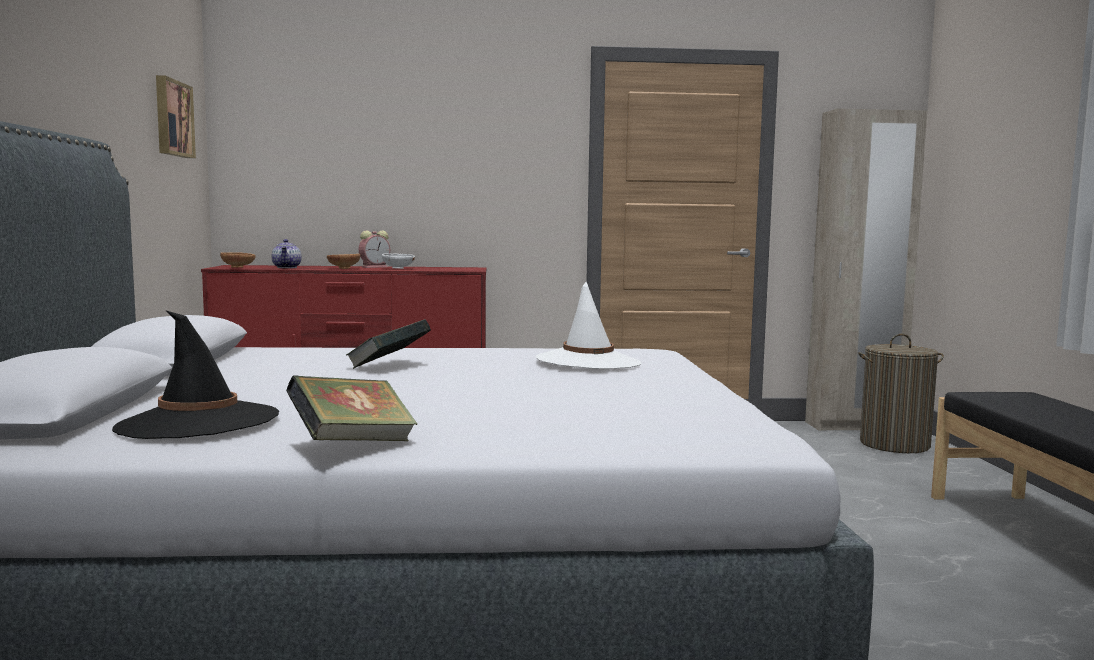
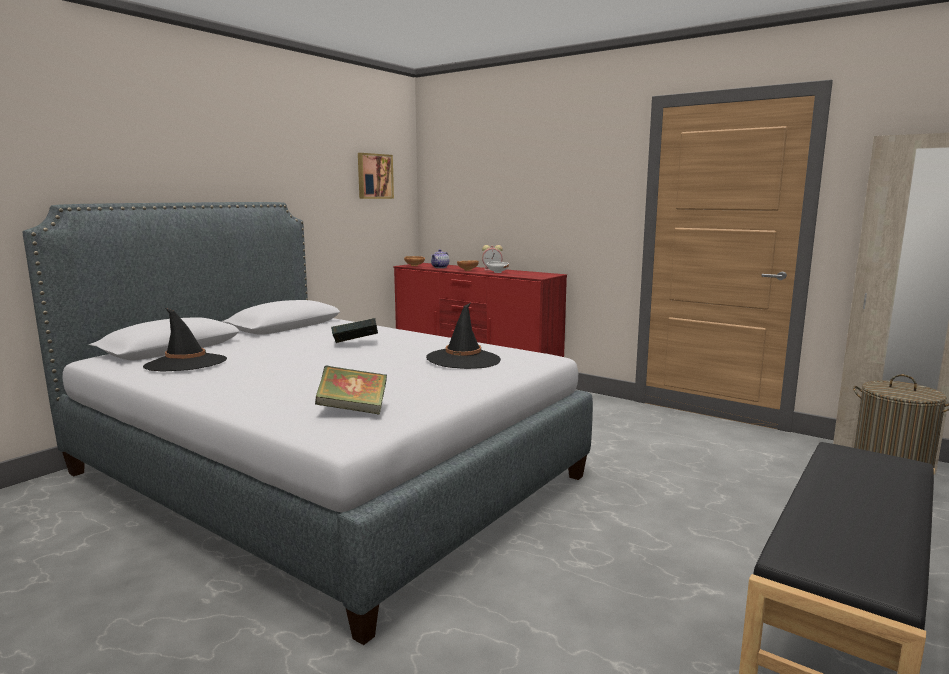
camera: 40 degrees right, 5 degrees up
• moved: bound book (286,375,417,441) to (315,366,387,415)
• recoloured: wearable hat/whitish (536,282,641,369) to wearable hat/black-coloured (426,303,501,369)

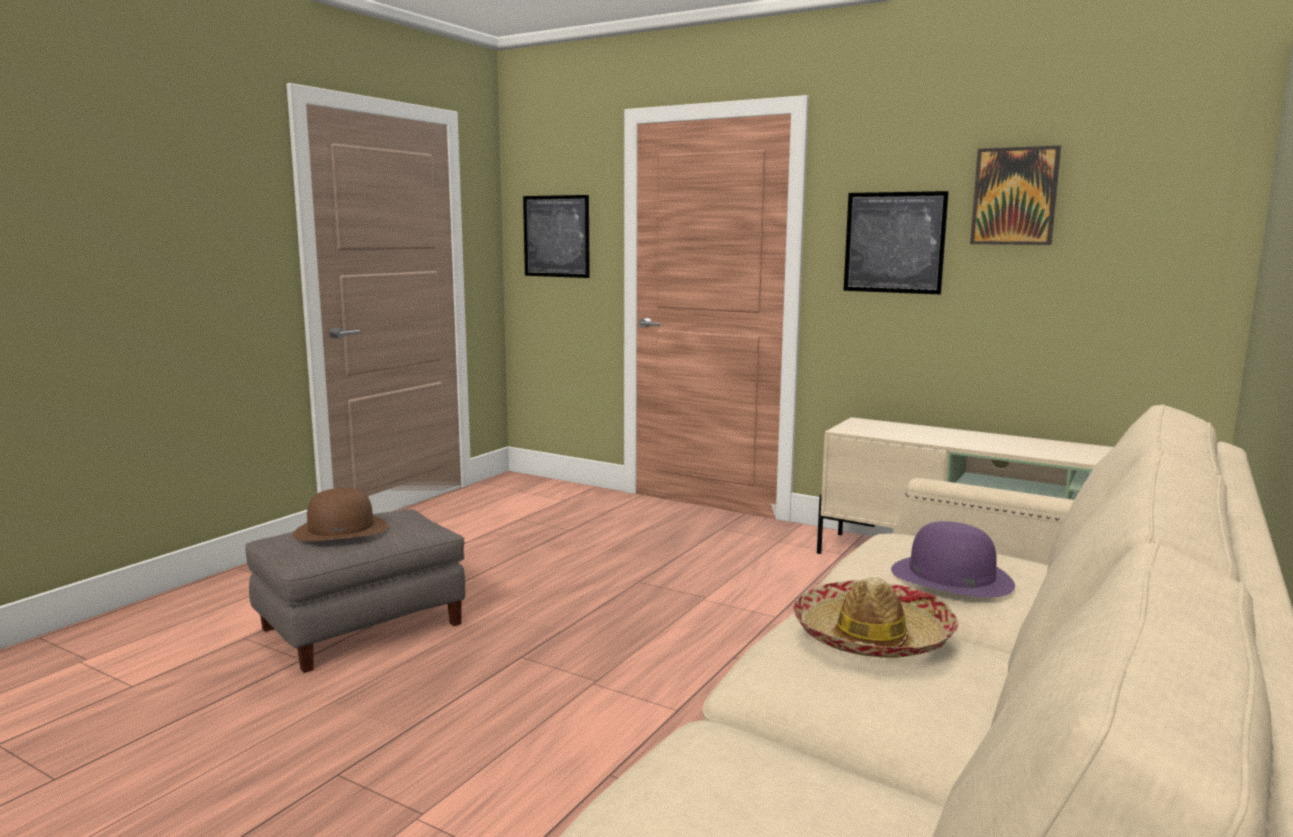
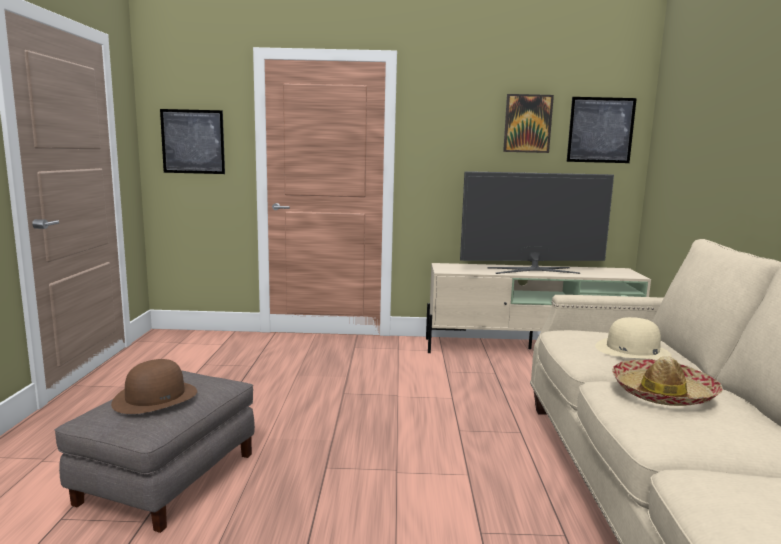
camera: 30 degrees left, 0 degrees up
• moved: wall picture (843,191,949,294) to (567,97,637,163)
• recoloured: wearable hat/purple-coloured (891,521,1015,597) to wearable hat/beige (595,317,672,359)
• added: television (460,171,614,274)

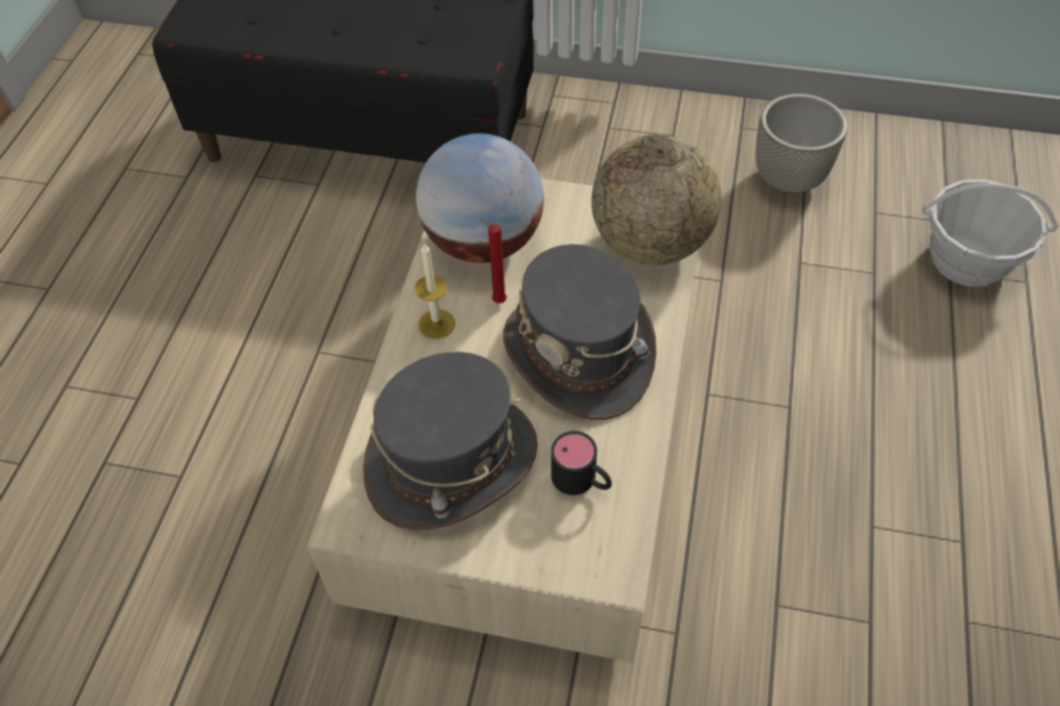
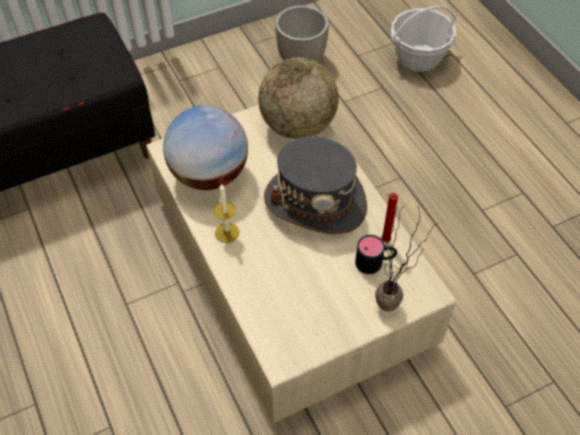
camera: 40 degrees left, 0 degrees up
• removed: wearable hat/greyish (363,352,538,530)
• moved: wax light/red (480,218,507,303) to (381,193,398,242)
• added: plant in a pot (375,205,439,311)

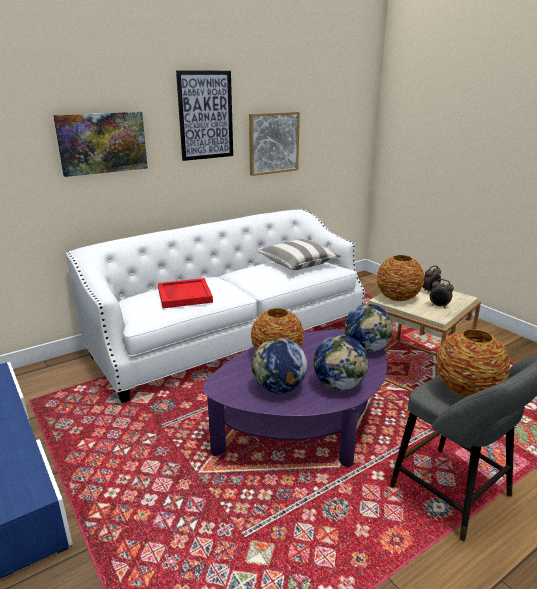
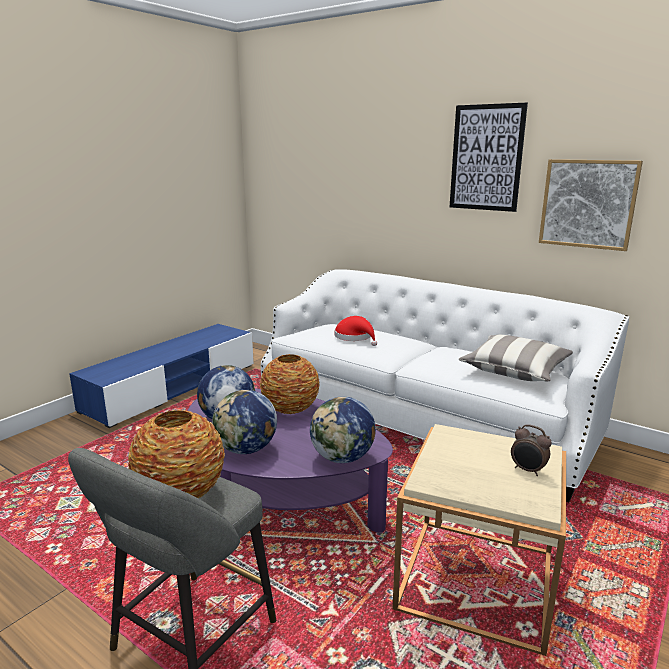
camera: 70 degrees right, 5 degrees down
• removed: wall picture (53,112,148,177)
• replaced: carrying tray/red (158,278,213,308) to wearable hat/red (334,316,377,346)
• removed: flower vase (377,255,424,301)
• removed: table clock (430,279,454,309)

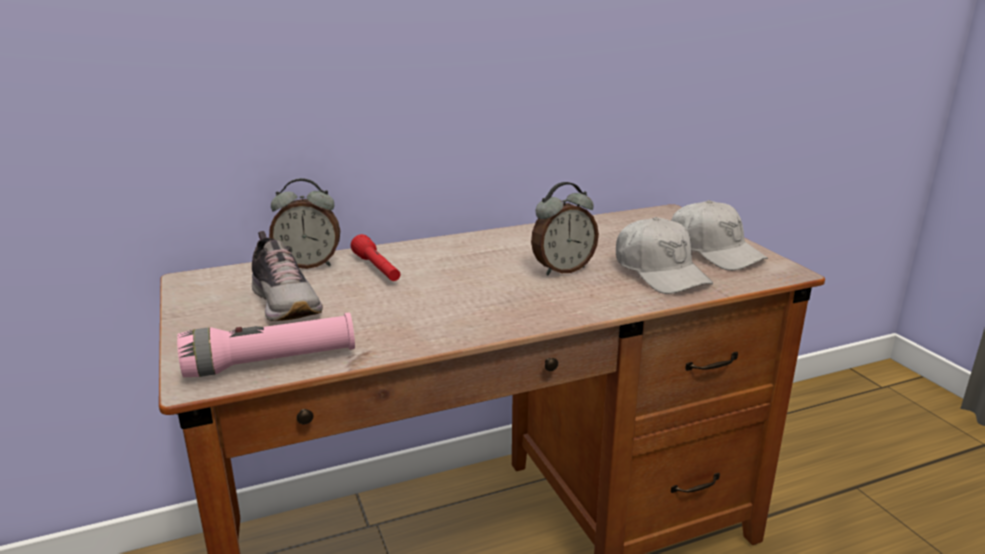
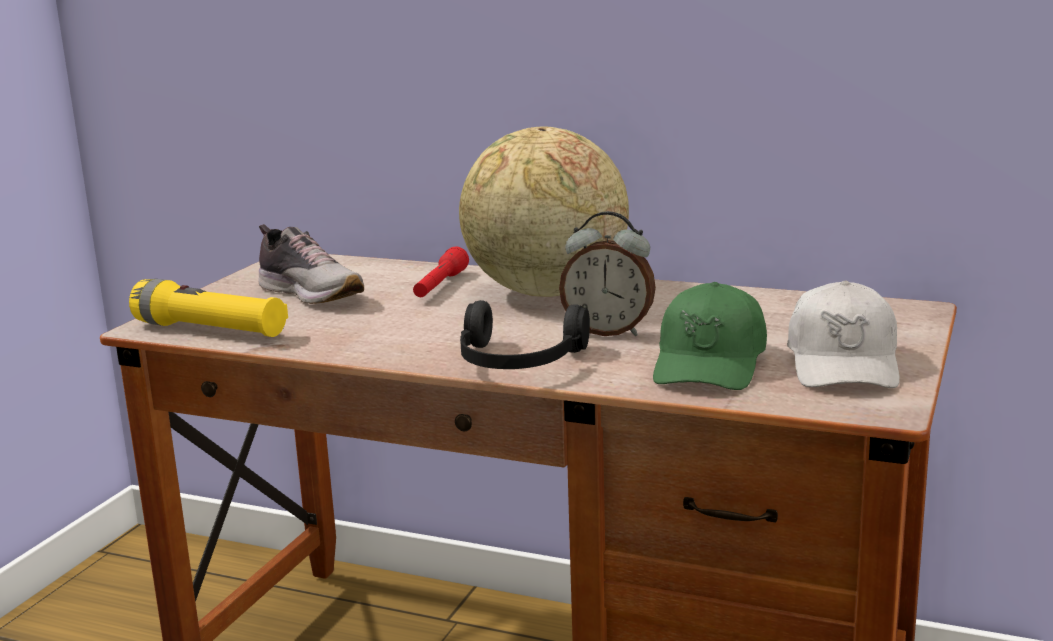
camera: 45 degrees right, 5 degrees down
• recoloured: flashlight/pinkish (177,313,355,377) to flashlight/yellow-coloured (129,279,288,337)
• turned: low shoe (252,231,323,321) = (258,224,364,304) 60 degrees counterclockwise
• removed: table clock (269,178,340,269)
• recoloured: peaked cap/whitish (616,217,713,294) to peaked cap/green (653,282,767,390)
• added: desk globe (459,127,629,297)
• added: pair of headphones/black-coloured (460,300,590,369)

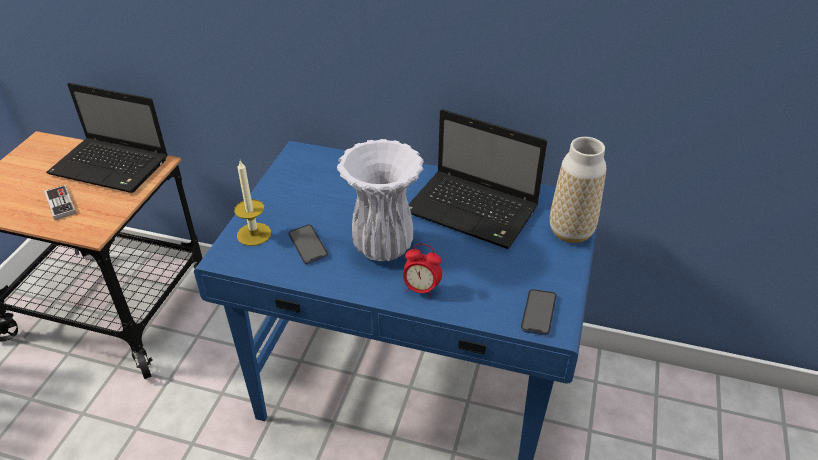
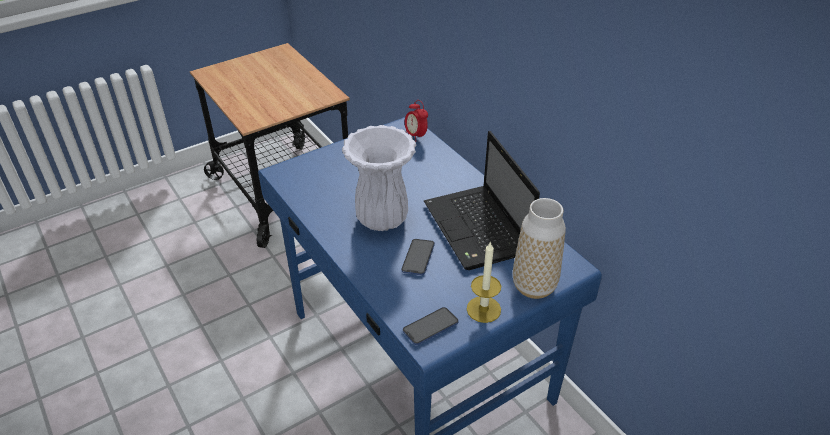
camera: 40 degrees right, 0 degrees up
• removed: gamepad (44,185,76,220)
• removed: portable computer (46,83,168,193)
• moved: wax light (234,161,271,246) to (467,241,501,323)
• moved: telephone (288,224,328,264) to (401,239,435,275)
• moved: table clock (403,244,442,298) to (405,100,428,142)

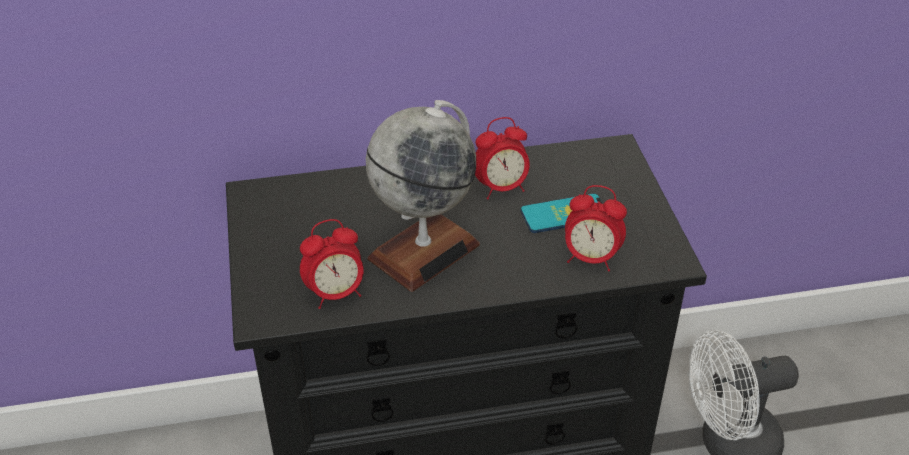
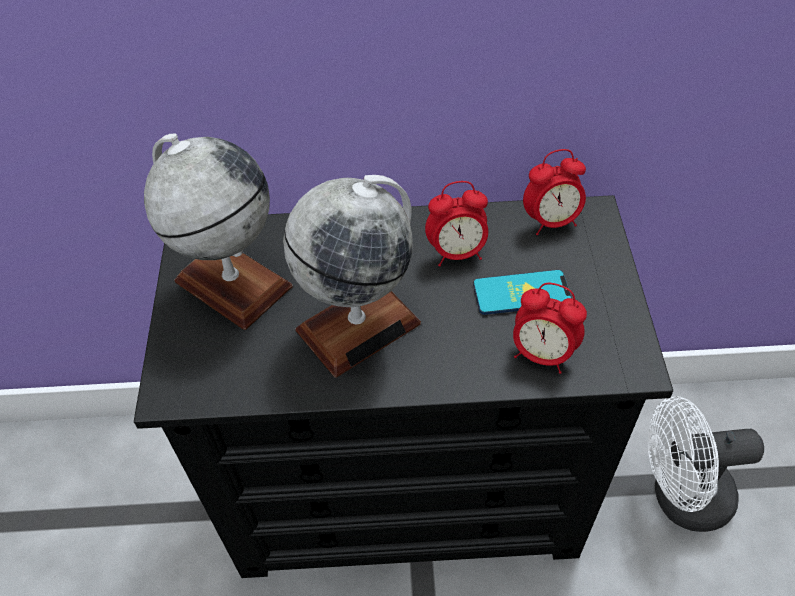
camera: 10 degrees right, 10 degrees up
• moved: table clock (300,219,363,309) to (523,149,586,235)
• added: desk globe (144,134,293,330)

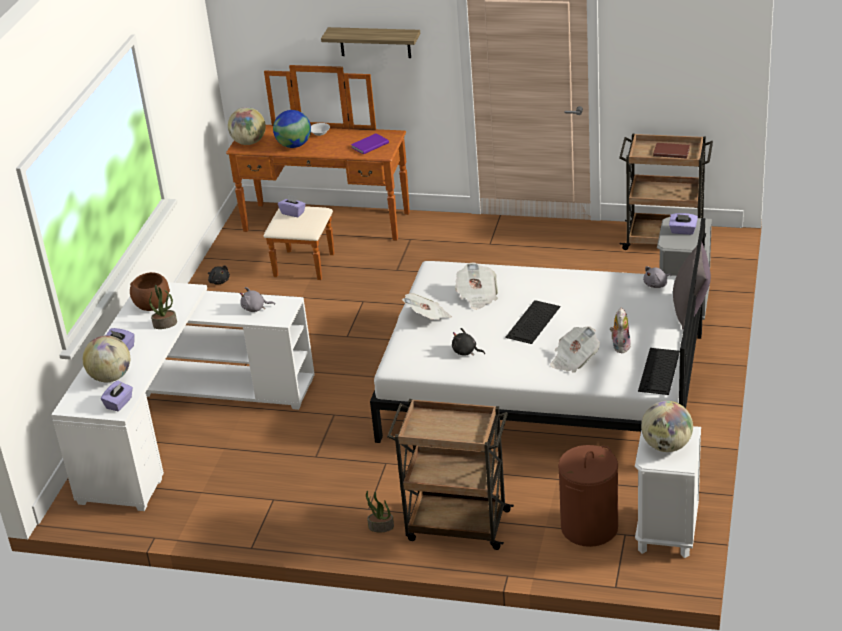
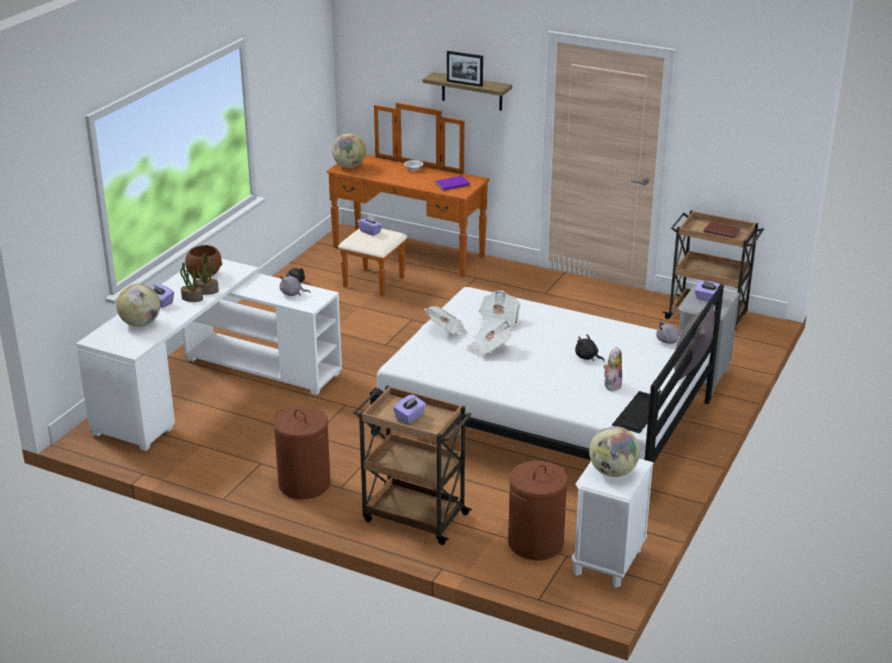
camera: 10 degrees right, 5 degrees down
• moved: box of tissues/purple-coloured (101,381,133,411) to (393,394,426,424)
• removed: desk globe (273,110,311,148)
• moved: plant in a pot (366,491,394,532) to (180,262,203,302)
• moved: cuddly toy/black-coloured (452,328,485,356) to (575,334,604,361)
• removed: keyboard (505,300,561,344)
• moved: daily paper (551,327,600,373) to (466,320,512,357)
• added: washing basket/brownish (273,406,331,499)
• added: picture frame (447,51,483,87)

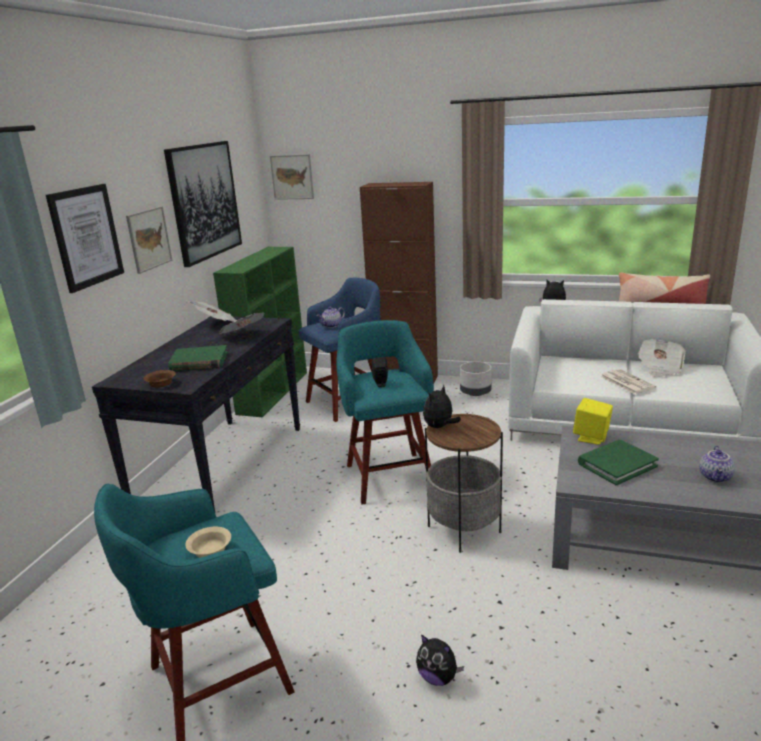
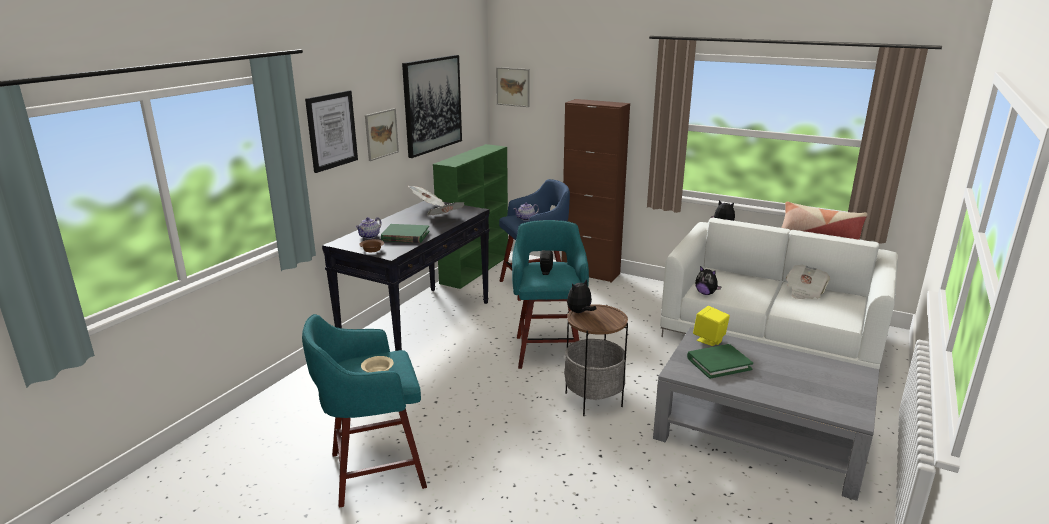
camera: 10 degrees right, 0 degrees up
• moved: cuddly toy (416,634,464,686) to (695,266,722,295)
• removed: flower pot/greyish (460,361,492,396)
• removed: daily paper (600,369,656,394)
• moved: tea pot (699,446,735,483) to (356,217,382,239)

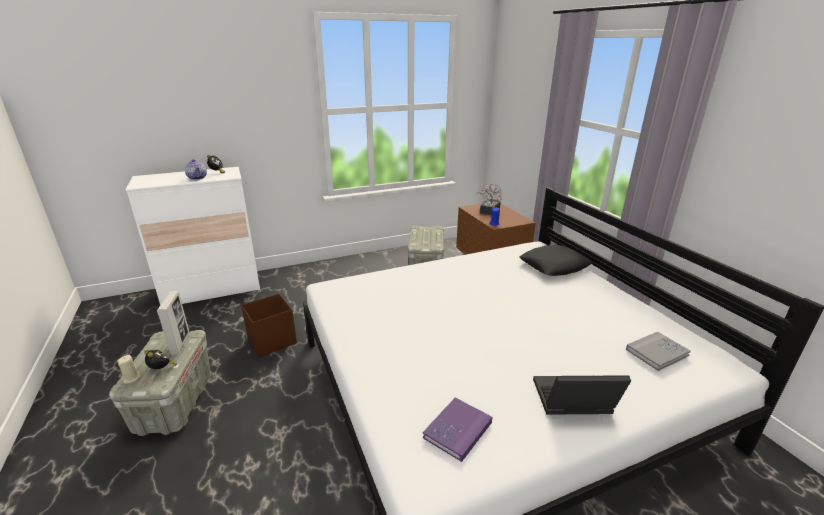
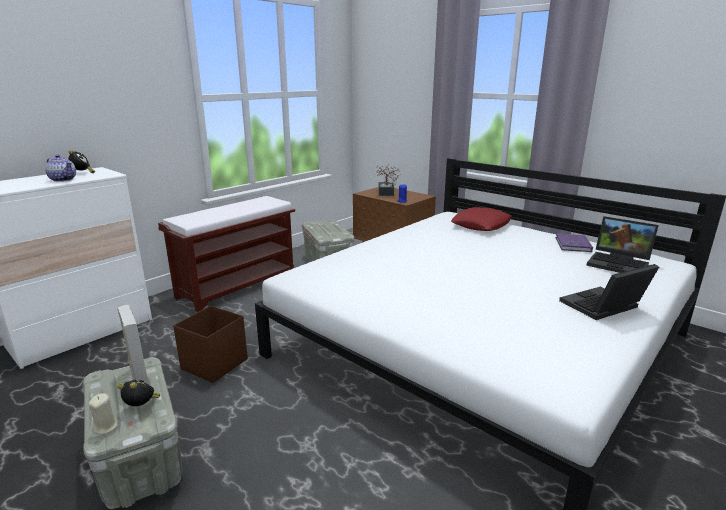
camera: 25 degrees left, 5 degrees down
• moved: bound book/purple-coloured (423,398,492,462) to (555,233,593,252)
• recoloured: cushion/black-coloured (519,245,593,276) to cushion/red (451,207,512,231)
• replaced: bound book/greyish (626,332,691,371) to portable computer (586,216,659,273)
• added: indoor bench/brownish (158,196,295,312)

